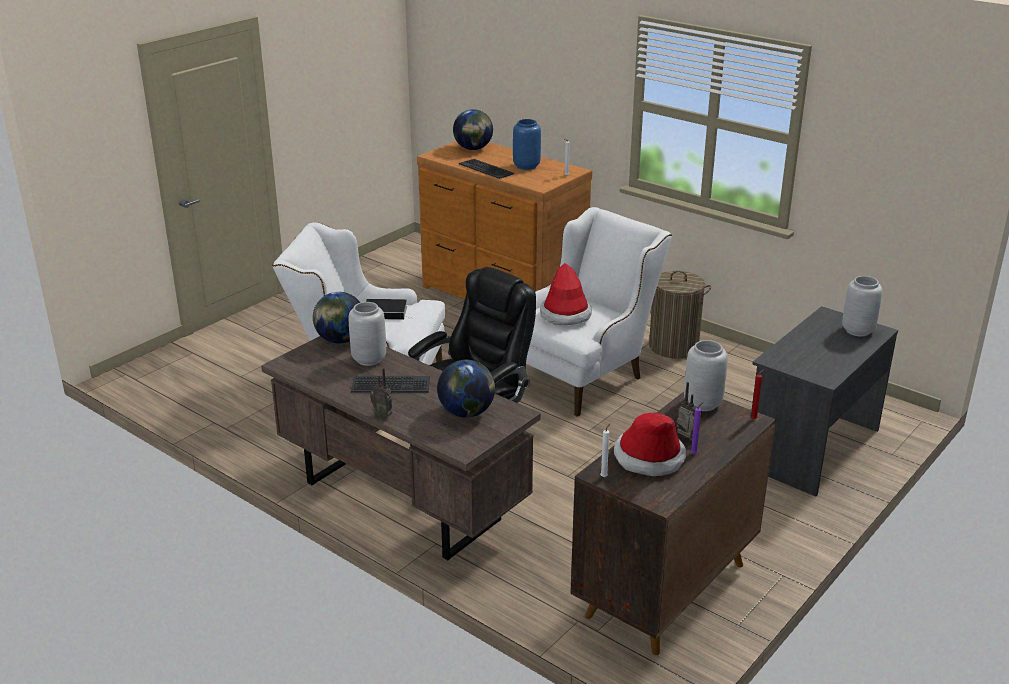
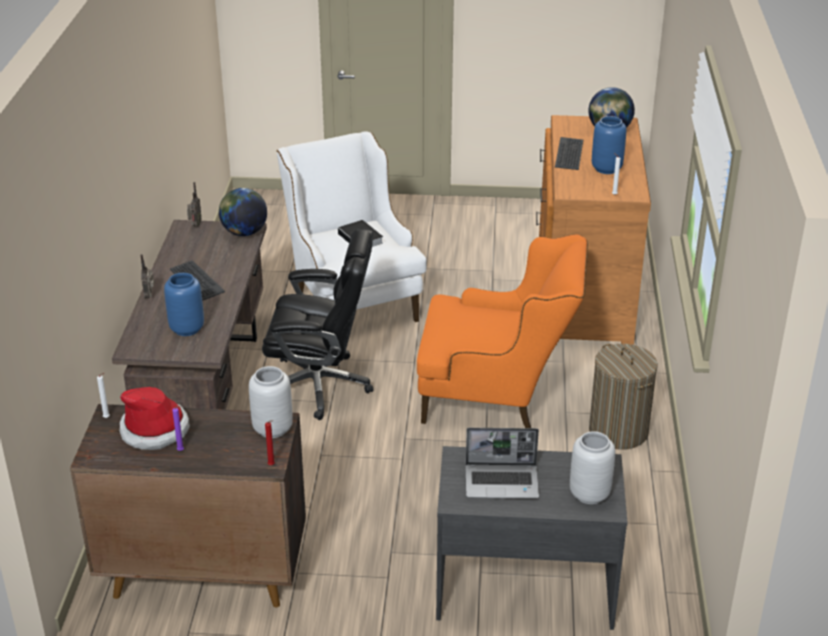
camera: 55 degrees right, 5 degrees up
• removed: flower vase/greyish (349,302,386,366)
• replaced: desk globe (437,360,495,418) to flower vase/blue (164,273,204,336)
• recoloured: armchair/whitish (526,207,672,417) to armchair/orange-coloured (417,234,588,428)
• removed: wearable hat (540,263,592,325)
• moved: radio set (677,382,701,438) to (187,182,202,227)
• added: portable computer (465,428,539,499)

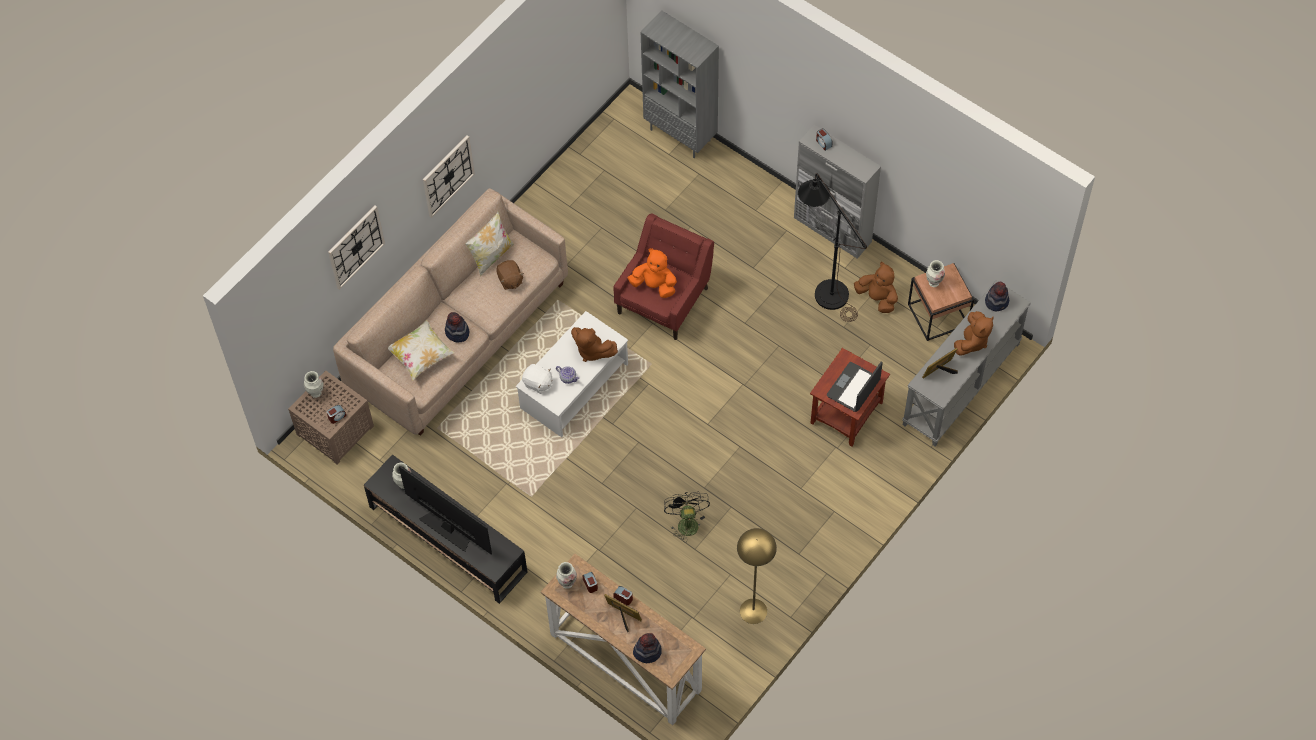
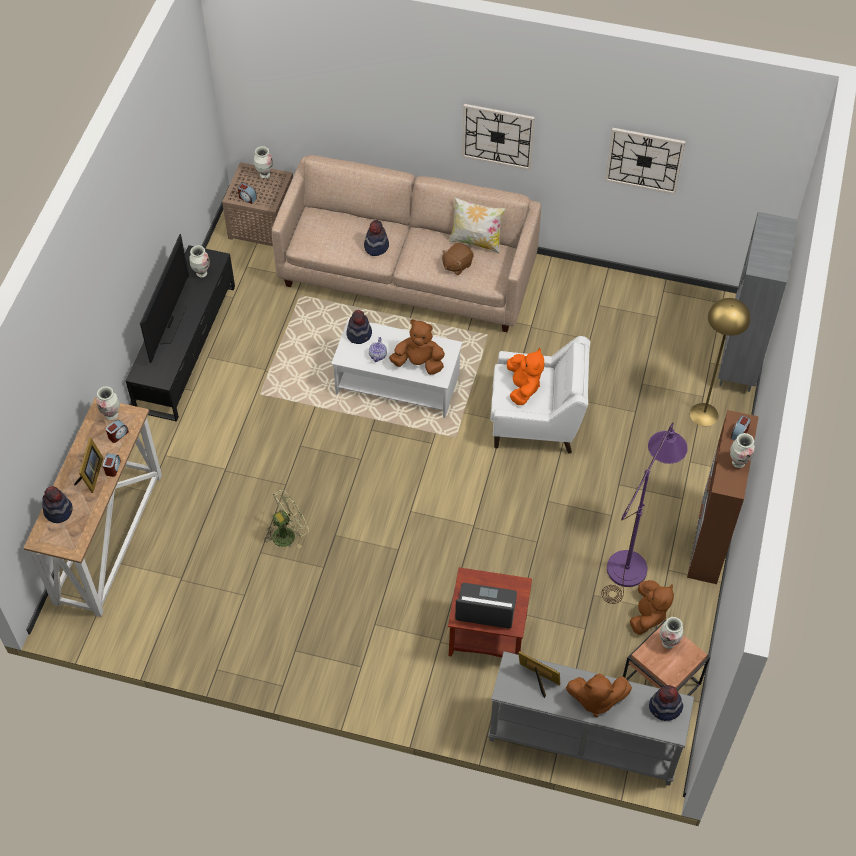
camera: 65 degrees right, 5 degrees down
• moved: wall clock (328,206,385,290) to (605,128,685,194)
• removed: cushion (388,320,454,381)
• replaced: cuddly toy/whitish (522,364,553,394) to wearable hat (347,310,372,344)
• turned: cuddly toy/brownish (571,327,618,362) = (389,319,445,375) 90 degrees clockwise
• recoloured: armchair/red (613,213,714,340) to armchair/whitish (490,336,590,454)
• recoloured: fan/black-coloured (664,491,710,542) to fan/green (264,490,309,548)
• moved: floor lamp/yellow-coloured (737,528,777,624) to (690,298,750,426)
• recoloured: storage cabinet/greyish (794,125,881,259) to storage cabinet/brownish (687,410,759,584)
• recoloured: floor lamp/black-coloured (798,173,867,322) to floor lamp/purple-coloured (602,423,688,604)
• added: flower vase (730,433,755,468)

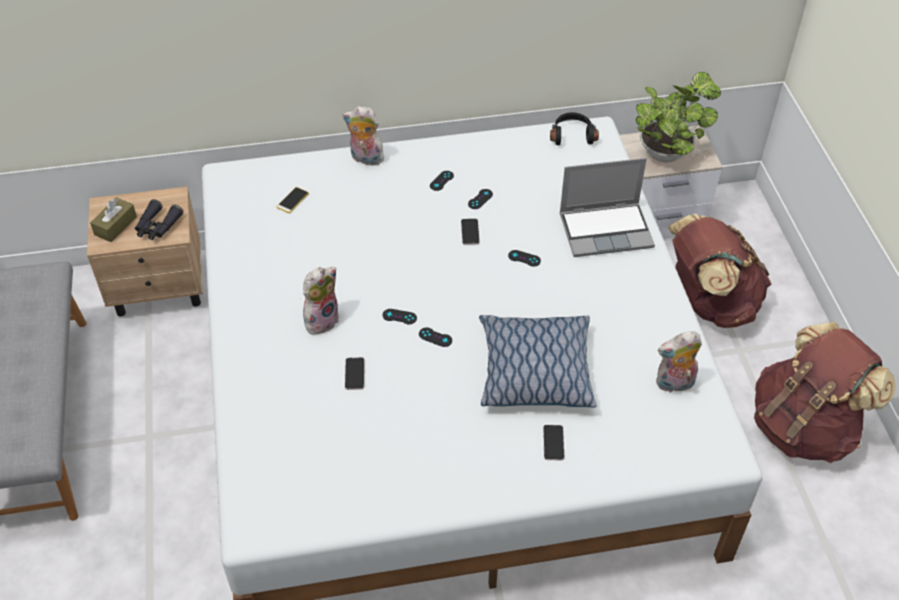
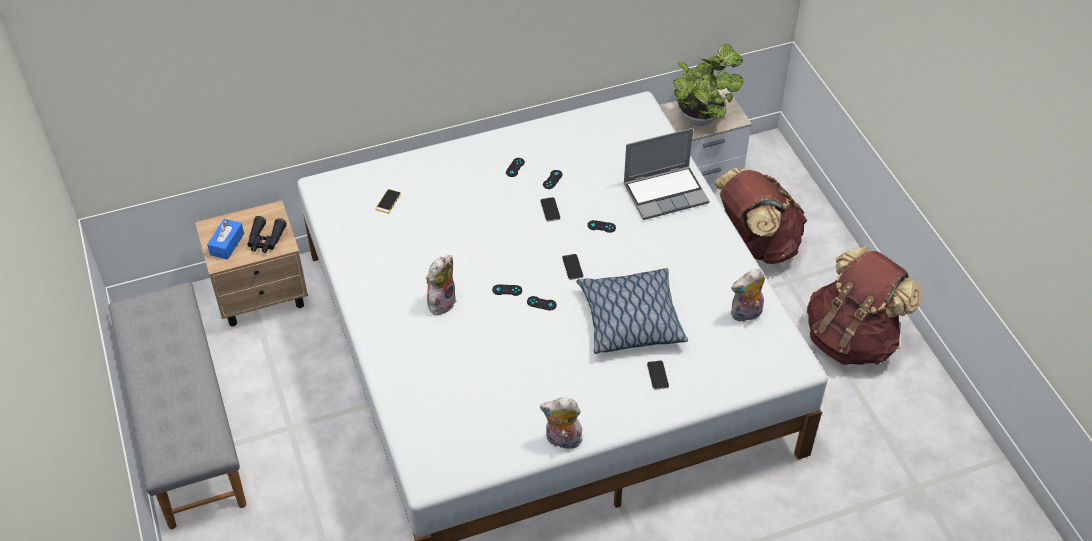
camera: 10 degrees left, 0 degrees up
• recoloured: box of tissues/brownish (90,197,137,242) to box of tissues/blue (207,219,244,260)
• moved: cuddly toy (342,106,384,166) to (540,398,583,452)
• moved: telephone (345,357,365,390) to (562,254,583,280)
• removed: pair of headphones/black-coloured (550,112,599,145)

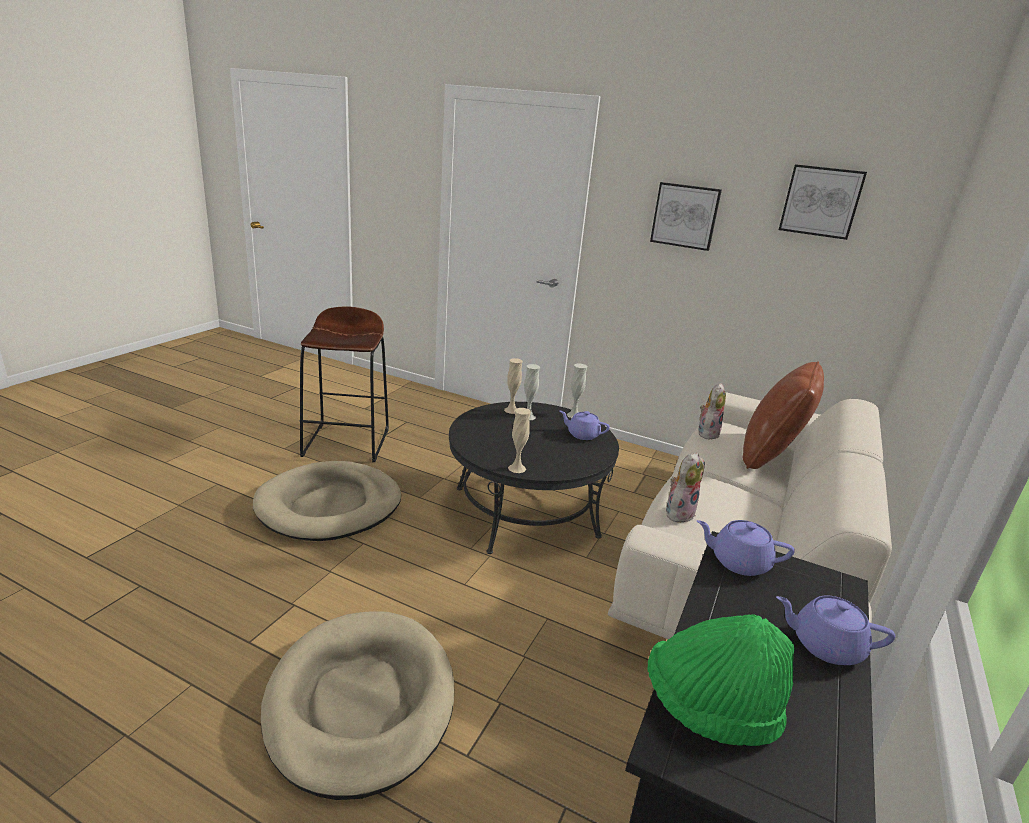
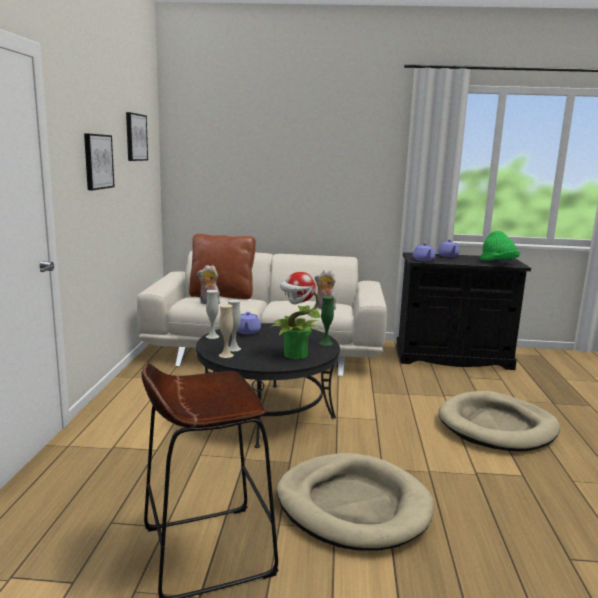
camera: 110 degrees left, 10 degrees down
• recoloured: flower vase/beige (508,408,531,473) to flower vase/green (320,296,334,346)
• added: plant in a pot (269,272,323,359)

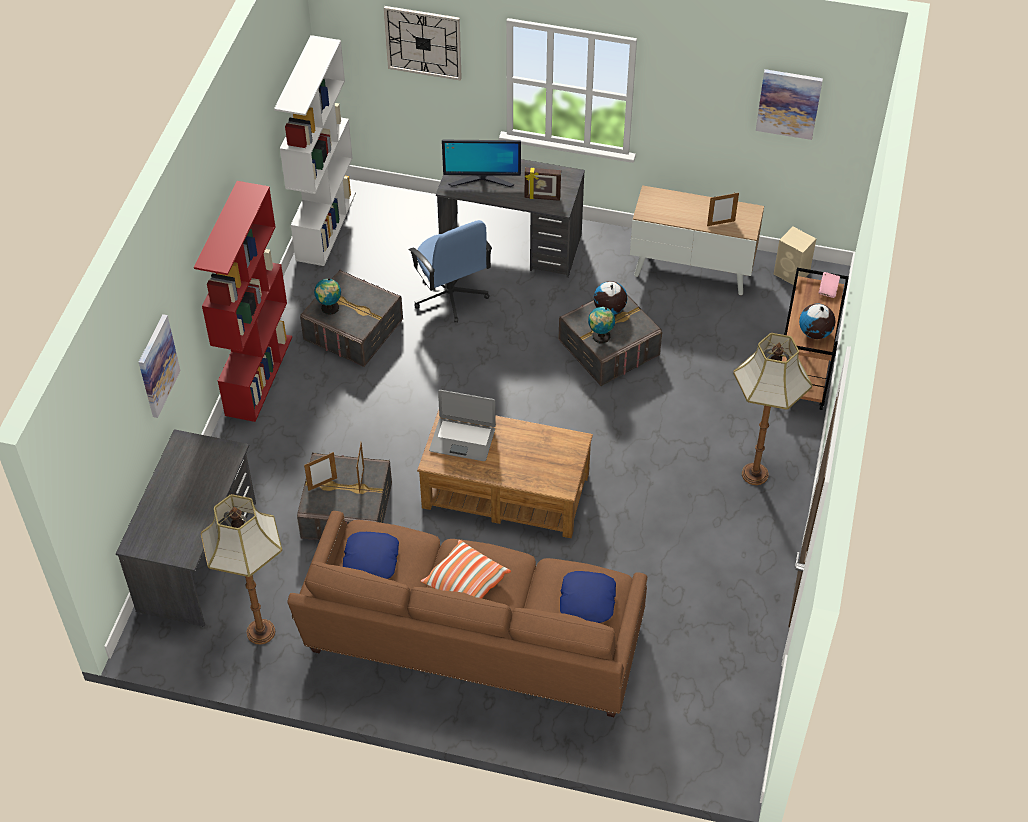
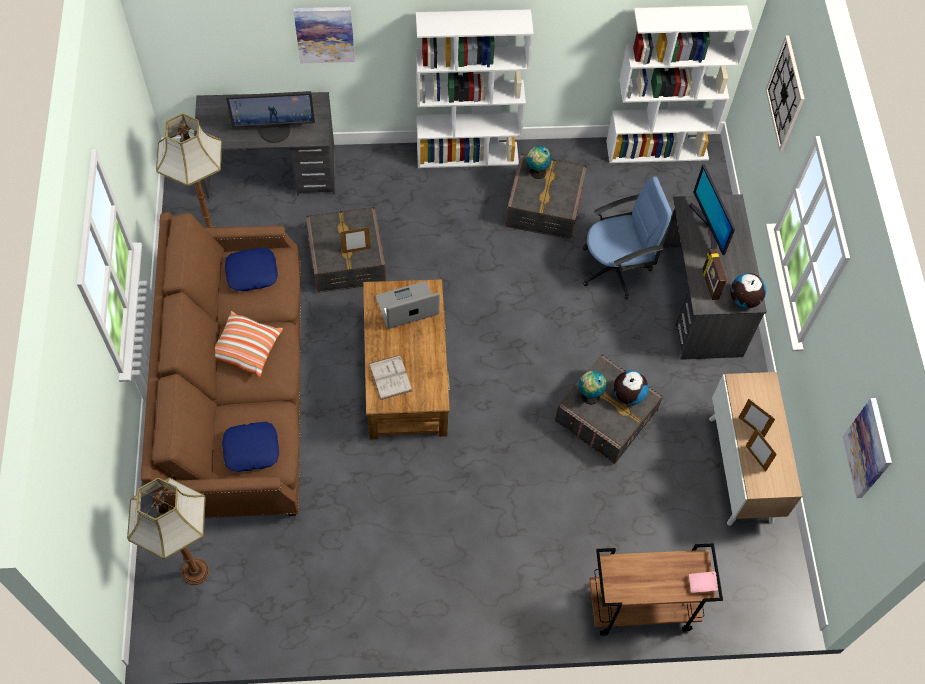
camera: 70 degrees right, 10 degrees up
• recoloured: bookcase/red (194,181,292,422) to bookcase/whitish (416,9,534,168)
• moved: picture frame (304,452,337,491) to (739,399,775,437)
• turned: office chair/blue (409,220,492,323) = (583,176,672,299) 150 degrees counterclockwise
• turned: portable computer (429,390,496,461) = (376,281,440,329) 75 degrees clockwise
• moved: floor lamp (733,333,812,485) to (127,478,209,585)
• removed: audio speaker/beige (774,227,816,285)
• moved: desk globe (799,303,835,339) to (730,273,766,308)
• added: monitor (226,91,315,143)
• added: bound book/whitish (369,355,413,400)

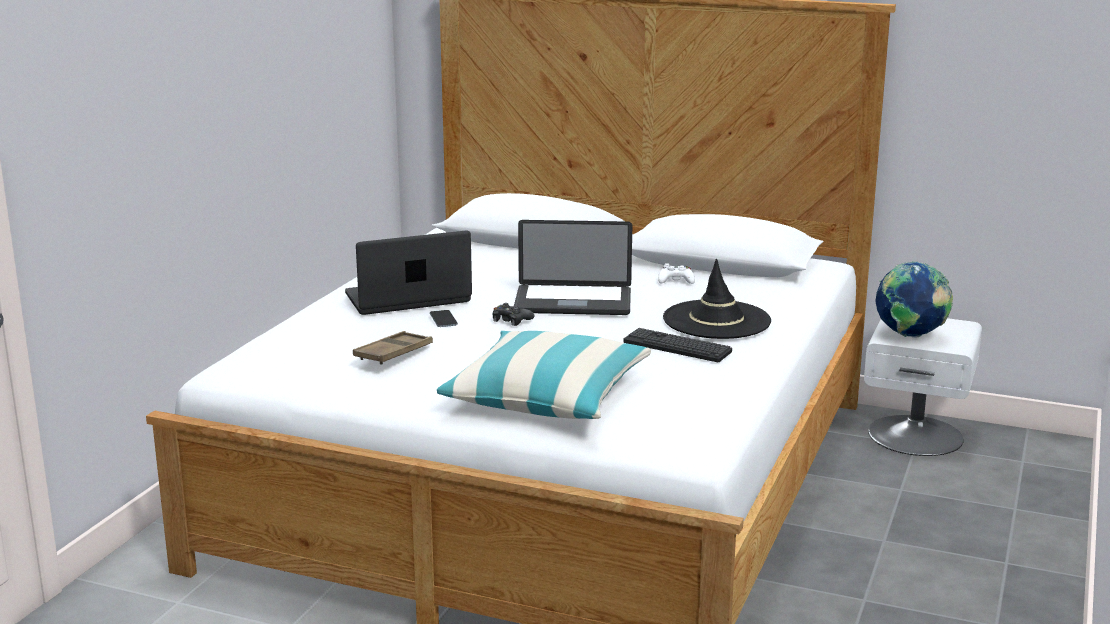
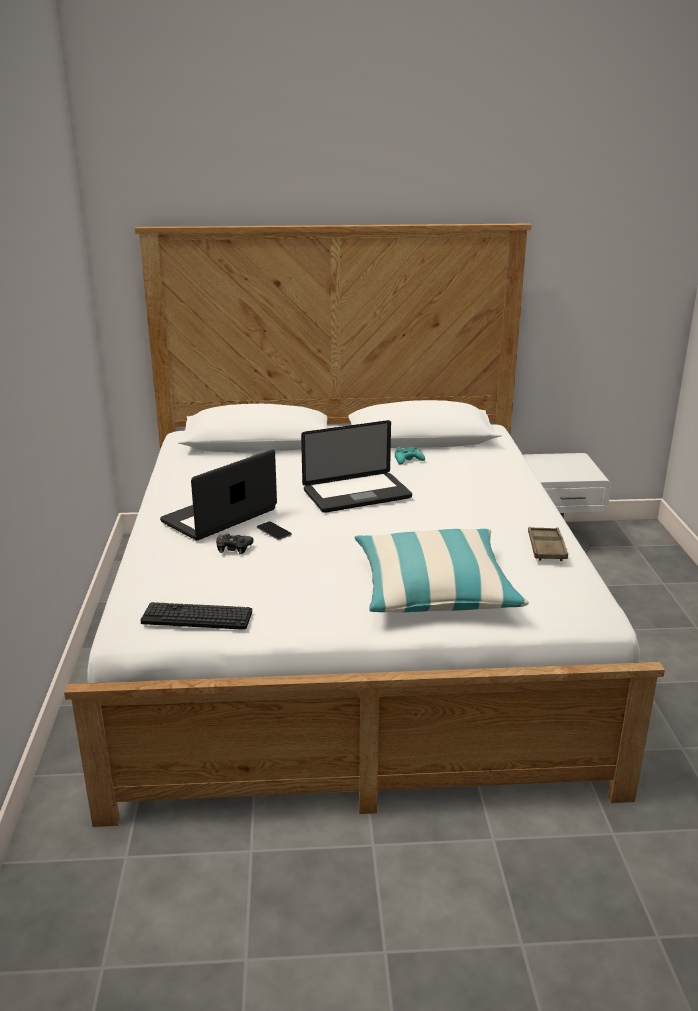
camera: 25 degrees left, 5 degrees up
• moved: carrying tray/brownish (353,331,433,364) to (528,527,568,561)
• moved: gamepad/black-coloured (493,303,534,326) to (216,533,254,554)
• moved: keyboard (624,328,732,362) to (140,602,252,630)
• recoloured: gamepad/whitish (658,263,695,284) to gamepad/turquoise-coloured (395,447,425,465)
• removed: wearable hat/black-coloured (663,259,771,339)
• removed: desk globe (875,261,953,338)

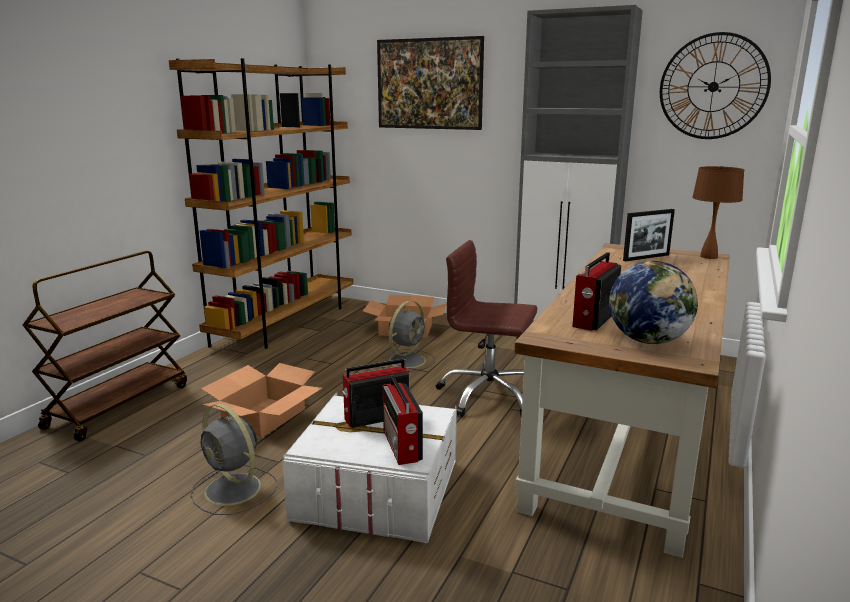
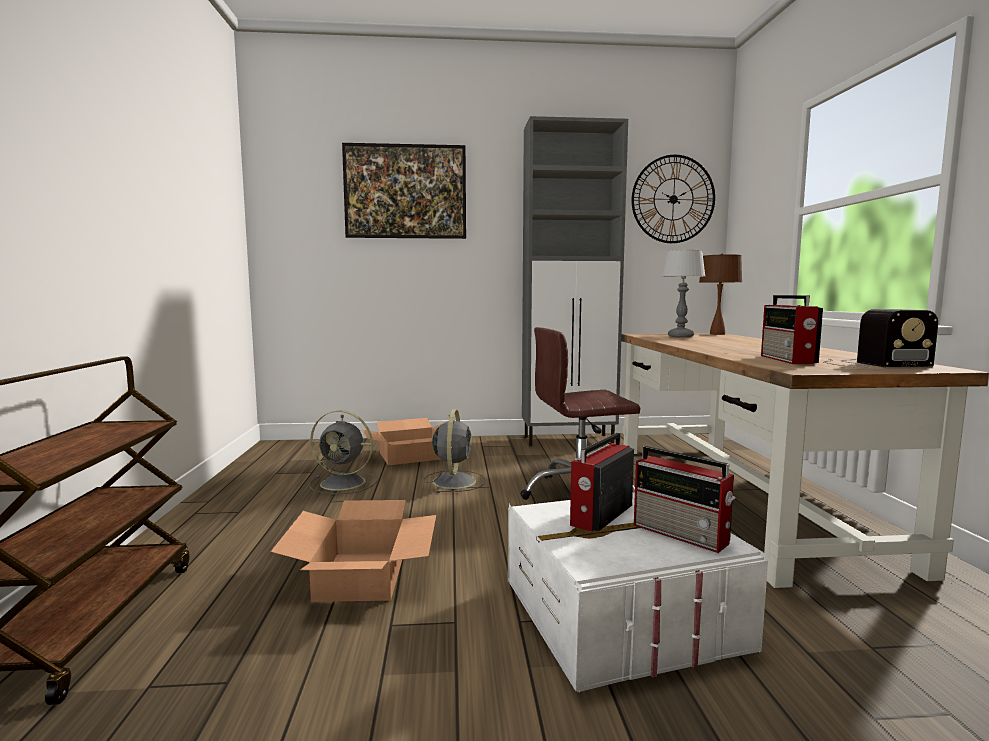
camera: 30 degrees left, 10 degrees down
• removed: bookcase/brownish (169,58,353,349)
• moved: fan/greyish (190,403,278,515) to (309,411,378,494)
• replaced: desk globe (609,261,698,344) to radio set (823,309,938,368)
• replaced: picture frame (623,209,675,261) to tabletop lamp (662,250,705,338)

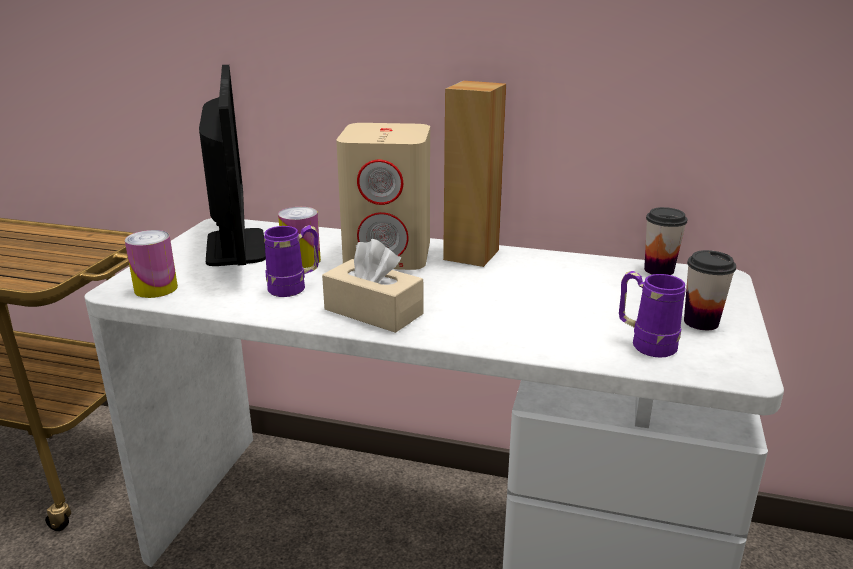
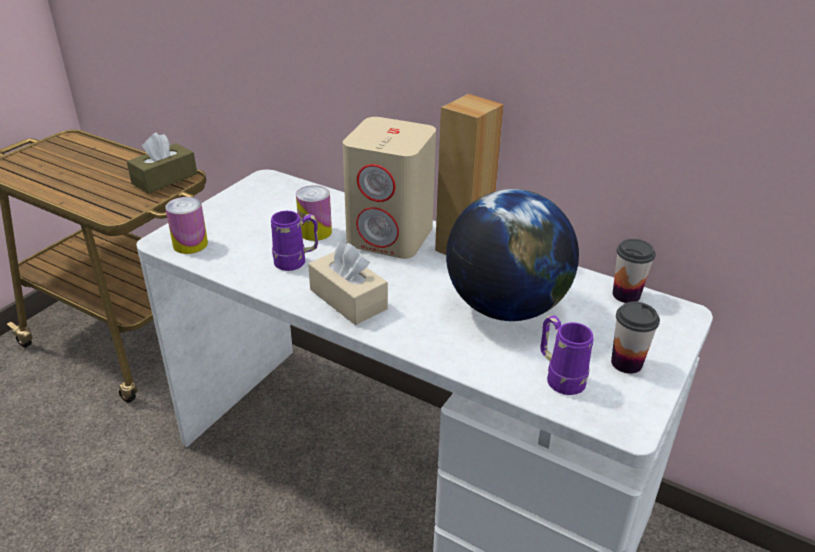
camera: 15 degrees right, 10 degrees up
• removed: monitor (199,65,266,266)
• added: box of tissues/brownish (127,132,197,194)
• added: desk globe (446,189,579,321)

